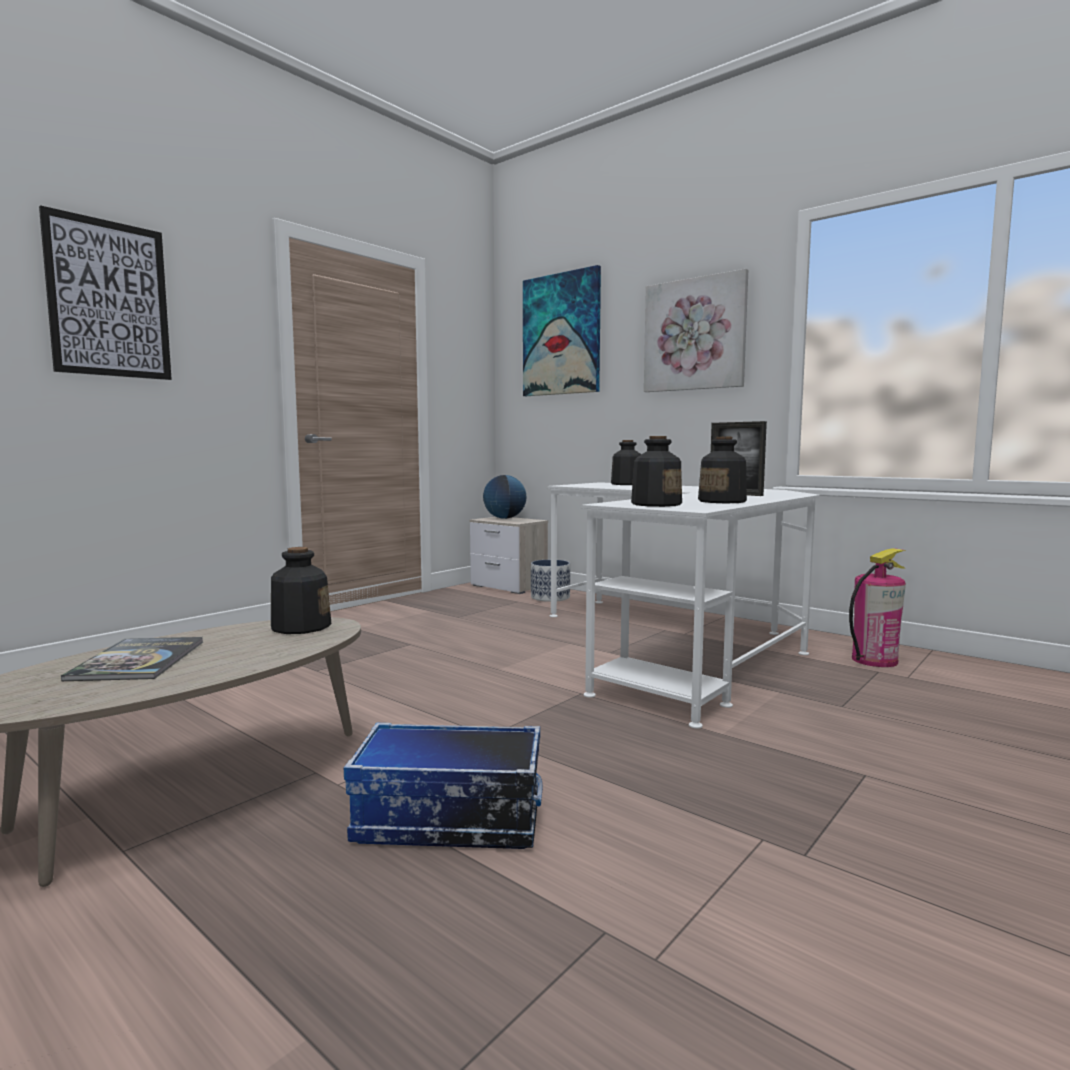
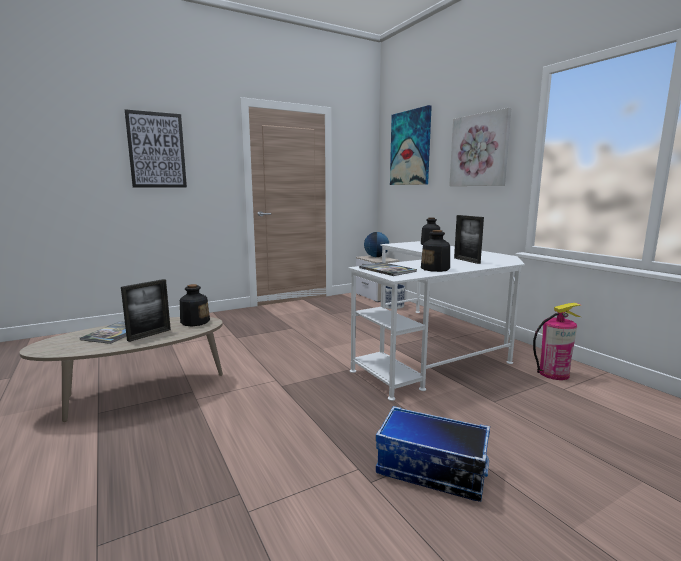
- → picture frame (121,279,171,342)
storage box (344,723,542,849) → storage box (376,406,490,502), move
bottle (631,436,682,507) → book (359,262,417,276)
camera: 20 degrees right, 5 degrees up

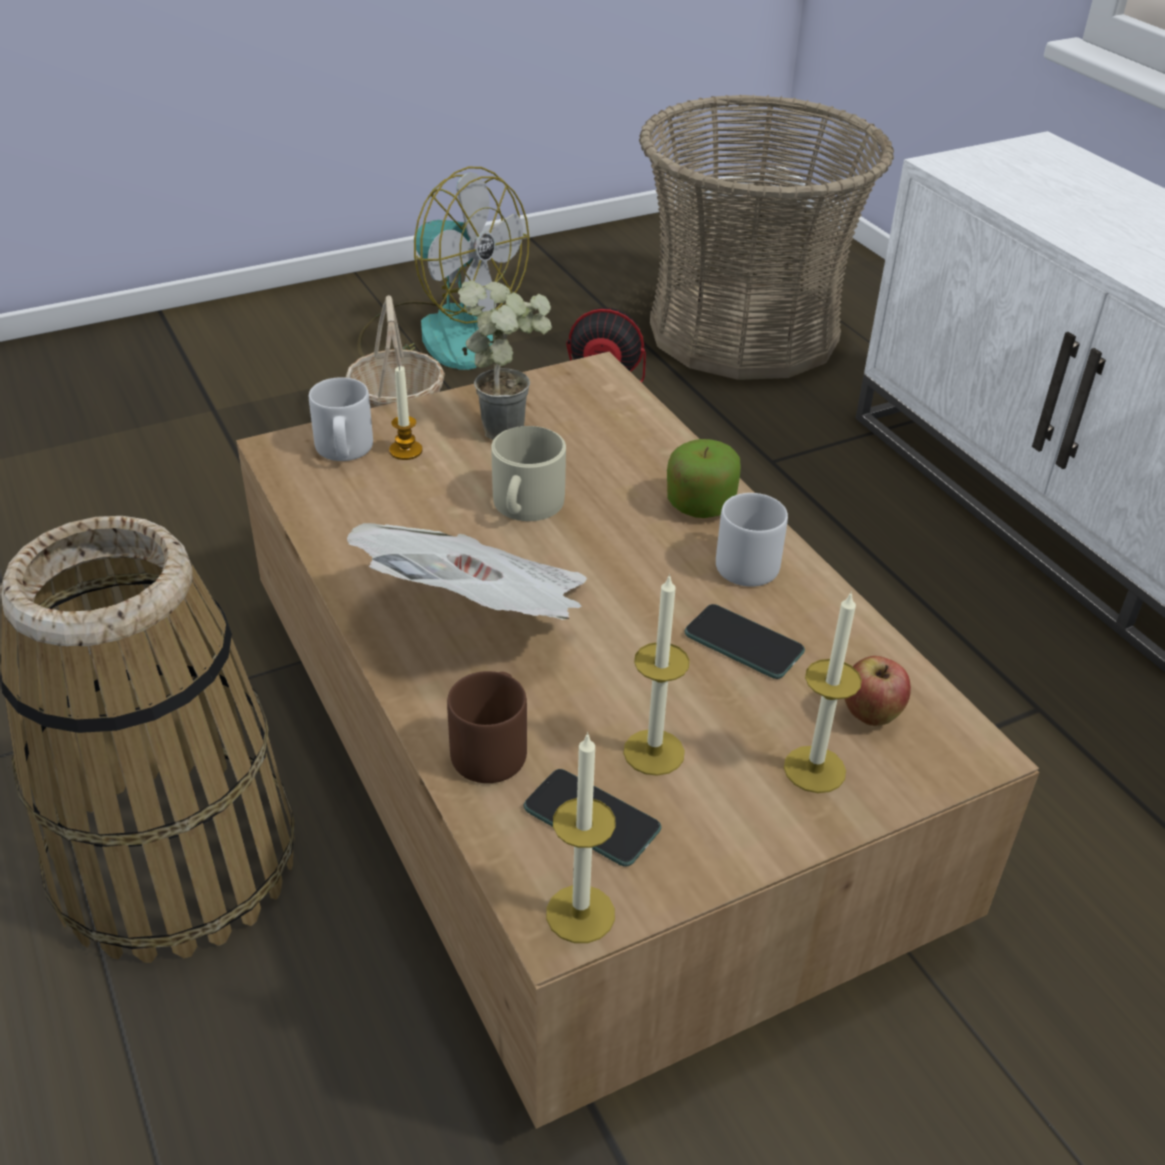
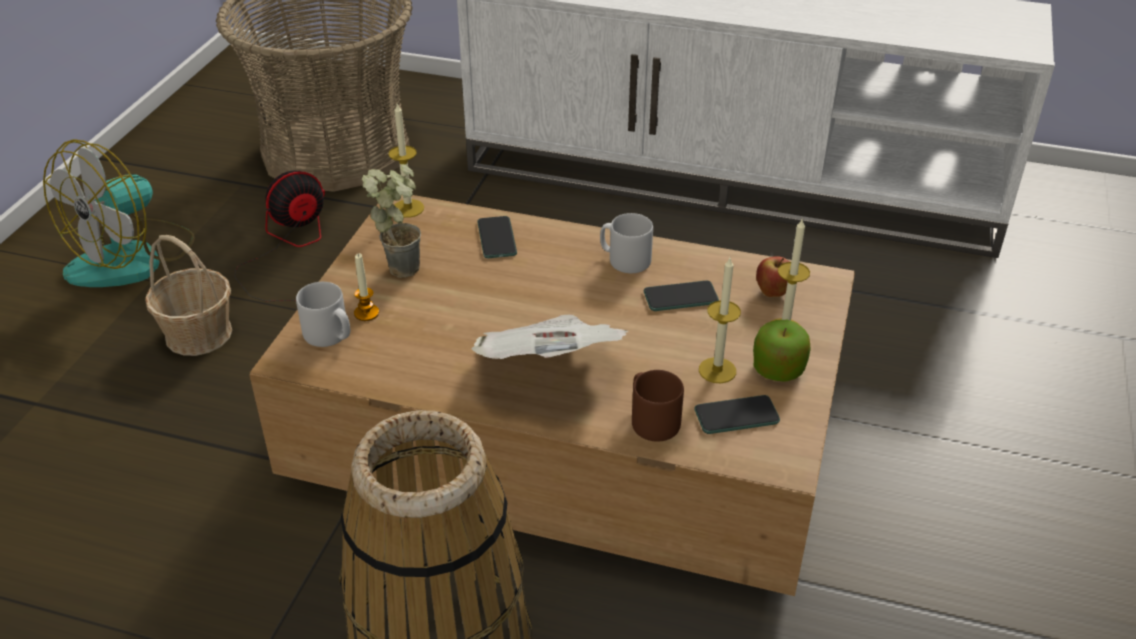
beige mug (491,426,566,521) → -
- → phone (477,216,517,258)
candle (546,732,616,943) → candle (389,103,424,218), move
apple (667,439,741,518) → apple (753,320,811,382), move
fan (357,167,529,370) → fan (43,139,195,287), 135 degrees clockwise
camera: 45 degrees left, 0 degrees up

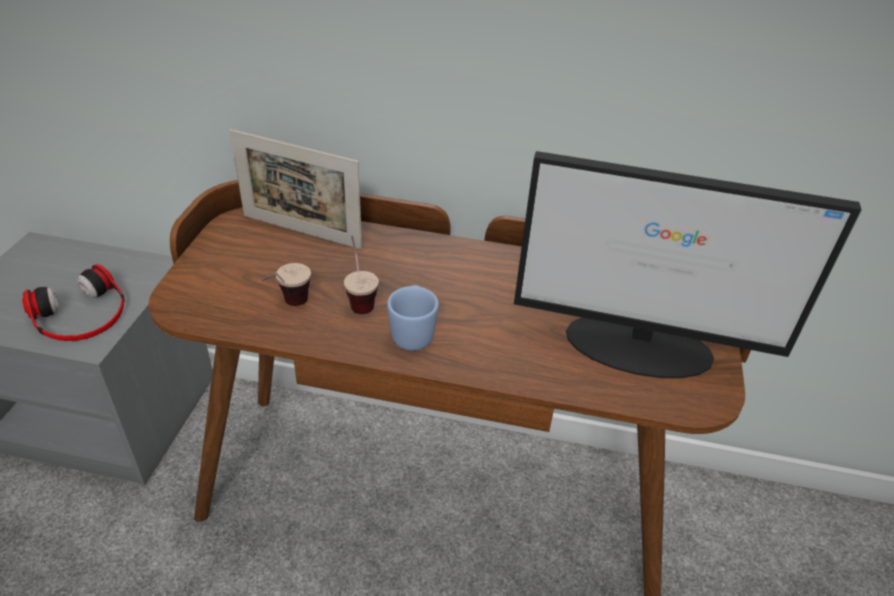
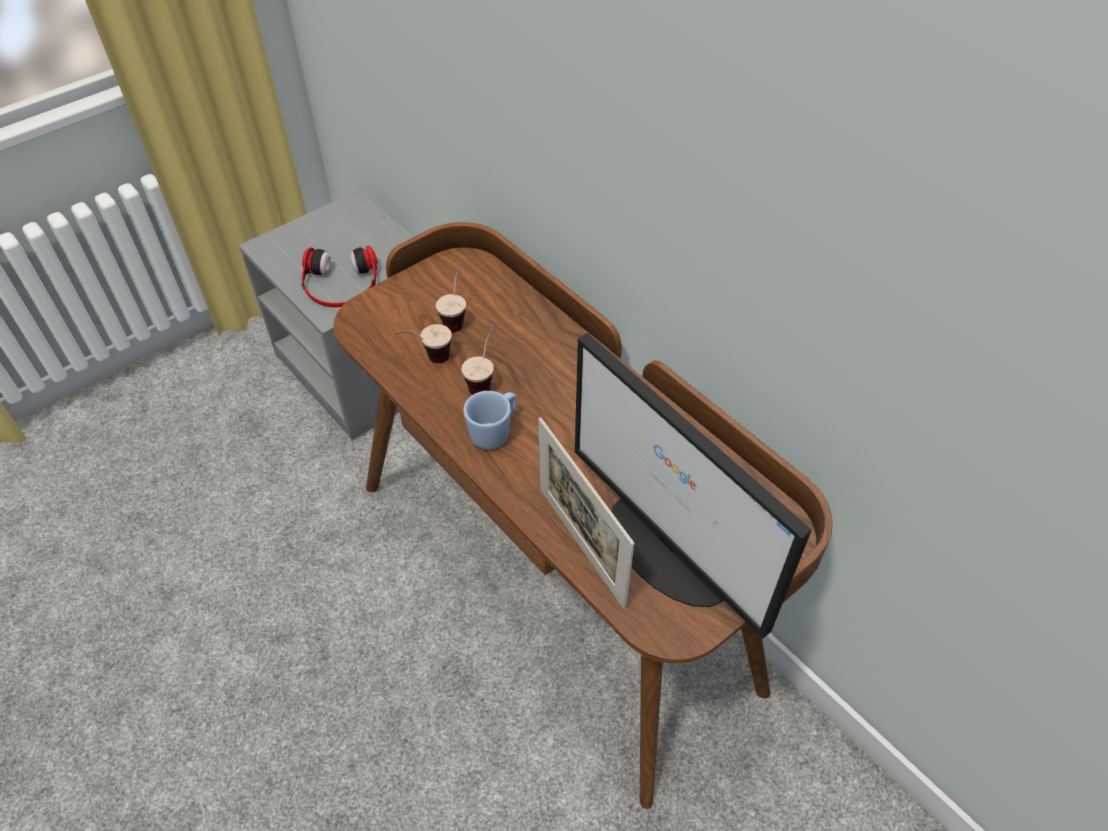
- → cup (436,262,466,332)
picture frame (230,129,362,249) → picture frame (538,418,634,609), move
camera: 40 degrees right, 10 degrees up

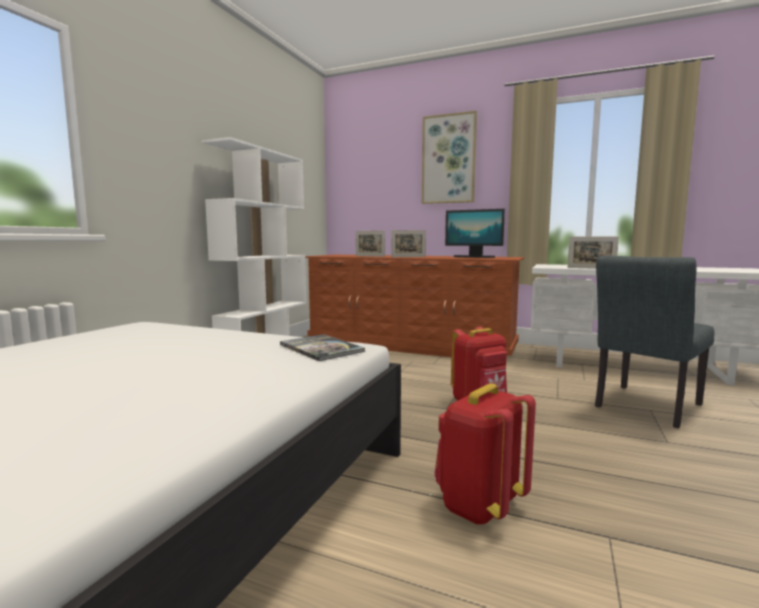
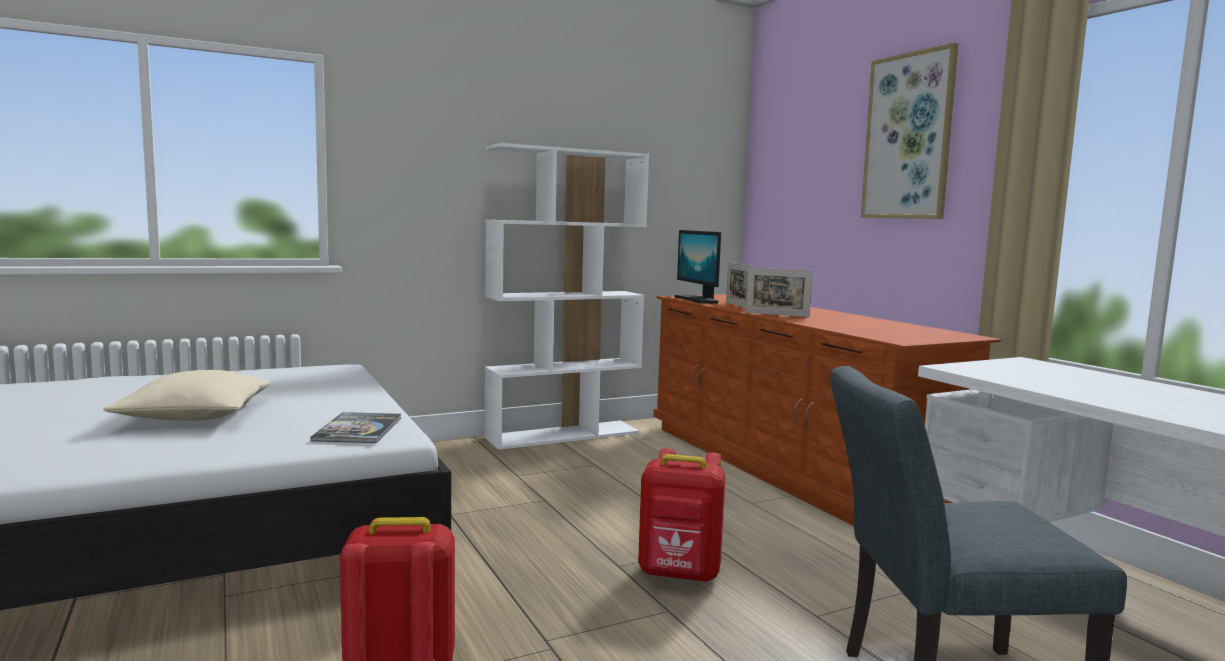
picture frame (568,236,619,269) → -
- → beige pillow (103,370,271,421)
monitor (445,209,505,258) → monitor (674,230,721,303), move
camera: 40 degrees right, 0 degrees up

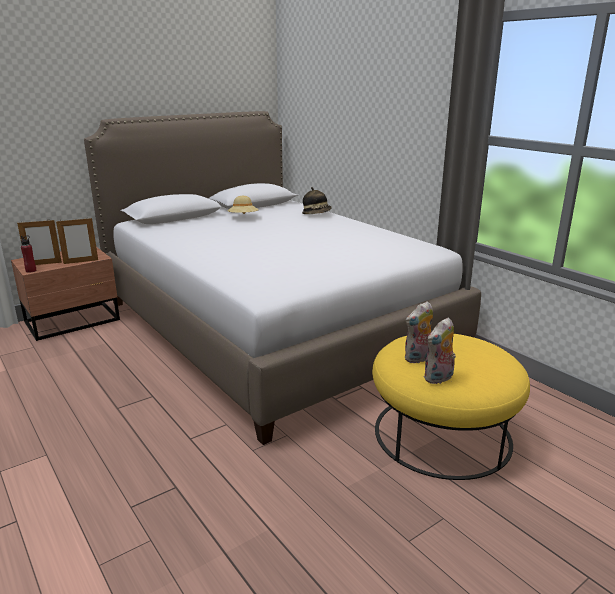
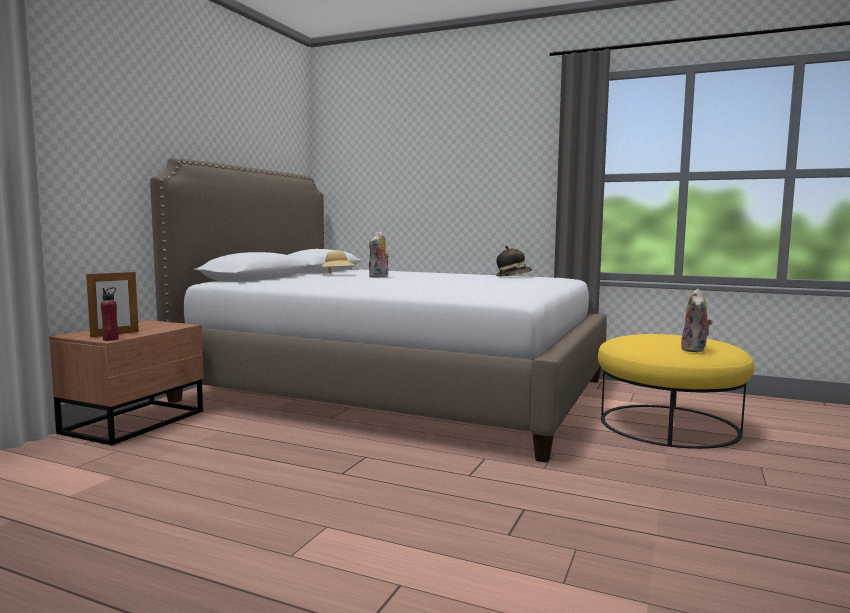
picture frame (56,218,98,264) → -
hat (302,187,332,214) → hat (496,246,532,277), move
plush toy (405,301,433,363) → plush toy (369,231,389,278), move
camera: 30 degrees left, 15 degrees down

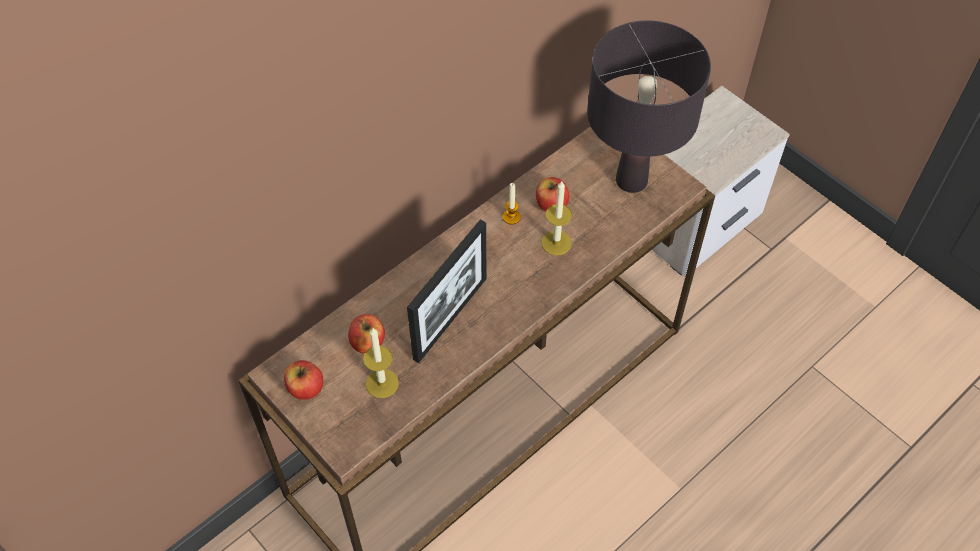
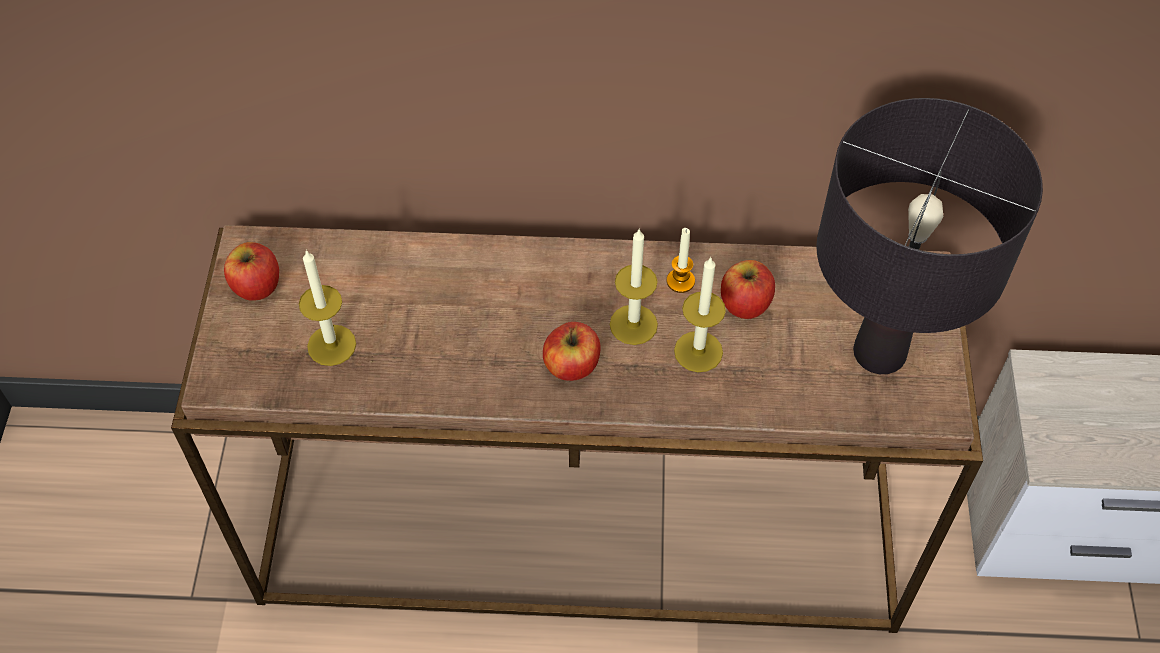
picture frame (407,220,486,363) → -
- → candle (610,228,658,345)
apple (348,314,385,354) → apple (543,322,601,381), move
camera: 45 degrees right, 0 degrees up

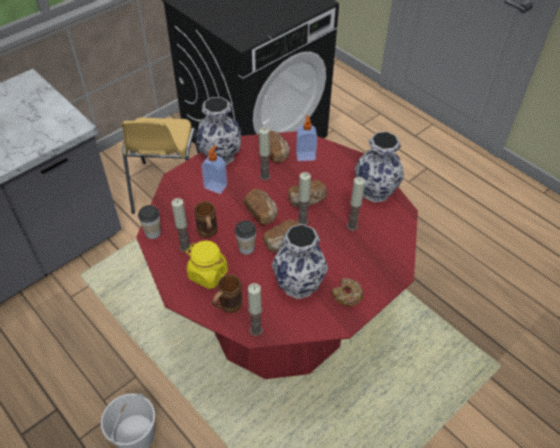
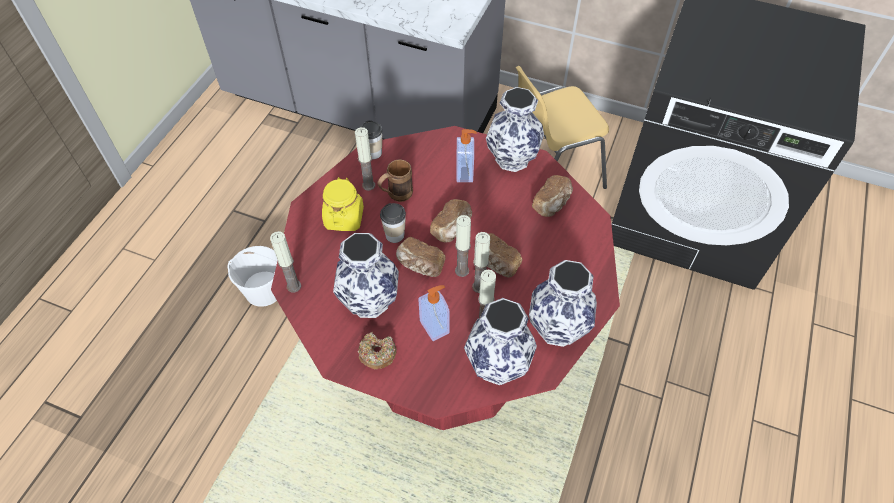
brown mug (212,275,242,313) → -
- → vase (464,298,537,385)
candle (259,127,270,180) → candle (472,232,490,293), move
soap dispenser (296,115,317,161) → soap dispenser (418,285,450,341), move
camera: 65 degrees right, 5 degrees up

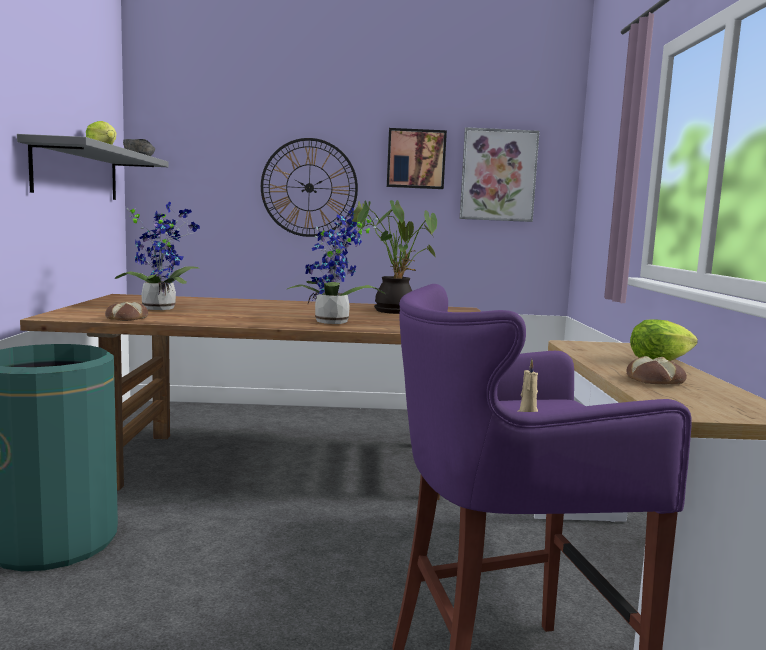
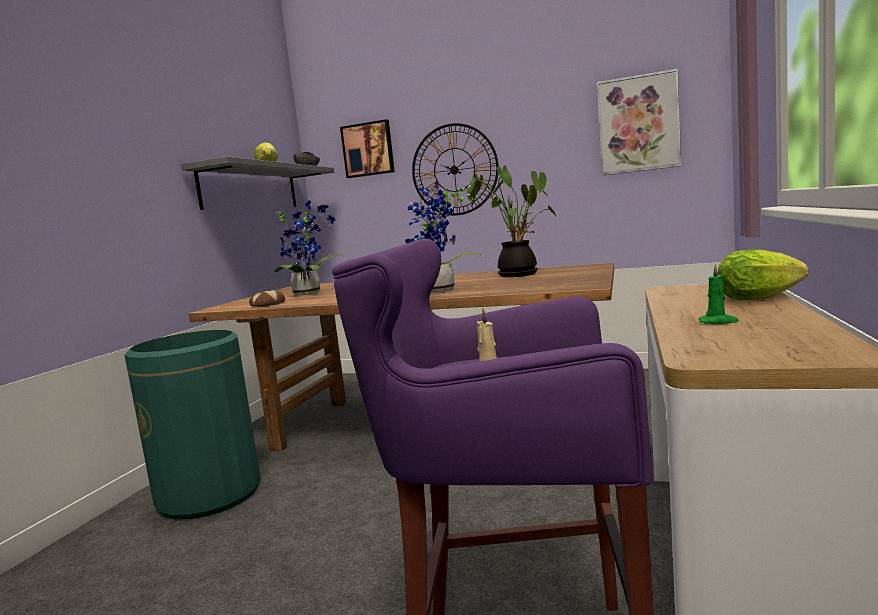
picture (387,128,447,189) → picture (340,119,395,178), move
bread (626,356,687,384) → green candle (699,264,739,324)
camera: 20 degrees right, 0 degrees up

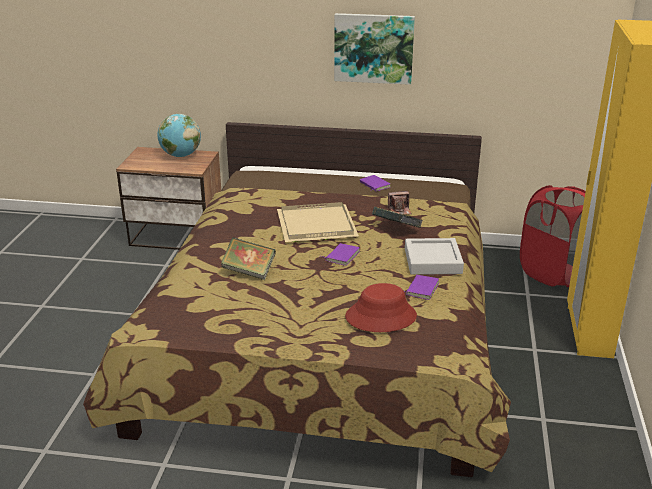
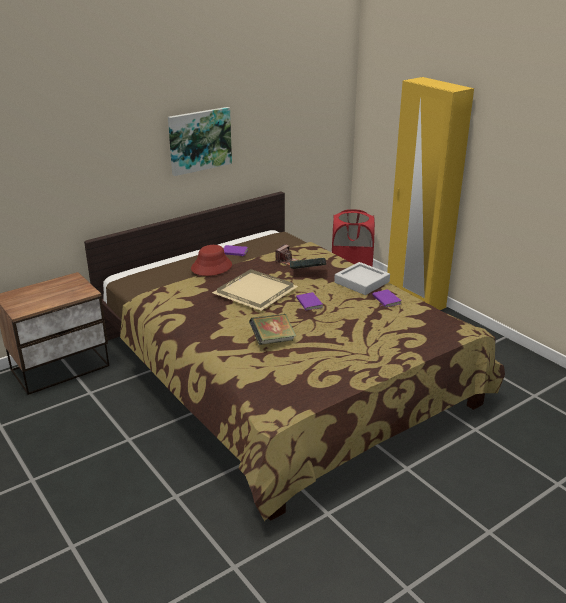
globe (158,114,201,157) → -
red hat (345,283,417,332) → red hat (191,245,232,276), move
camera: 45 degrees left, 0 degrees up

